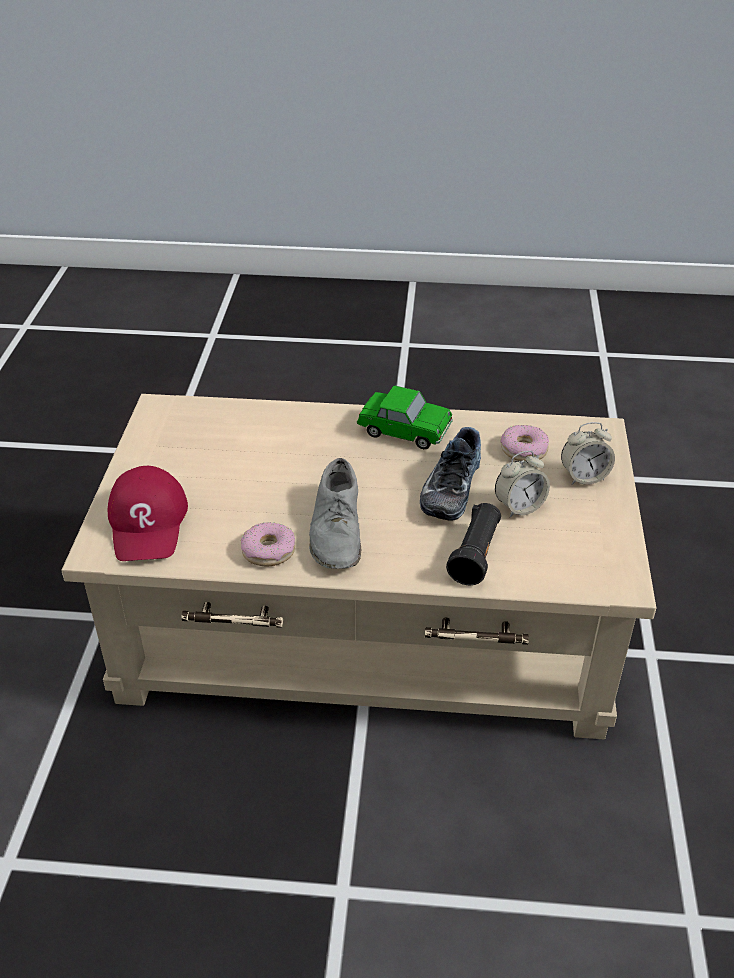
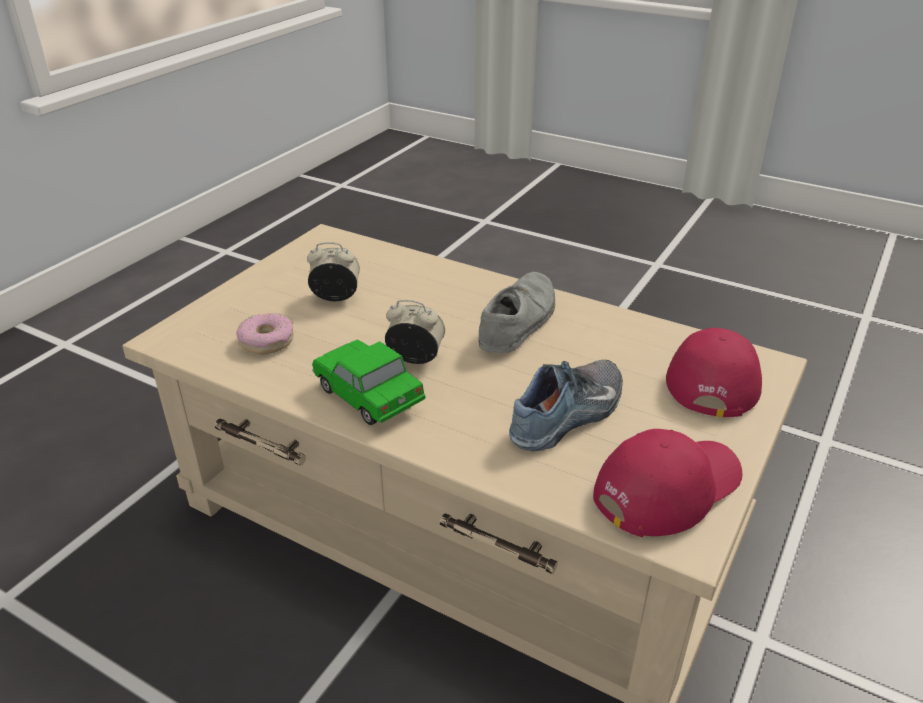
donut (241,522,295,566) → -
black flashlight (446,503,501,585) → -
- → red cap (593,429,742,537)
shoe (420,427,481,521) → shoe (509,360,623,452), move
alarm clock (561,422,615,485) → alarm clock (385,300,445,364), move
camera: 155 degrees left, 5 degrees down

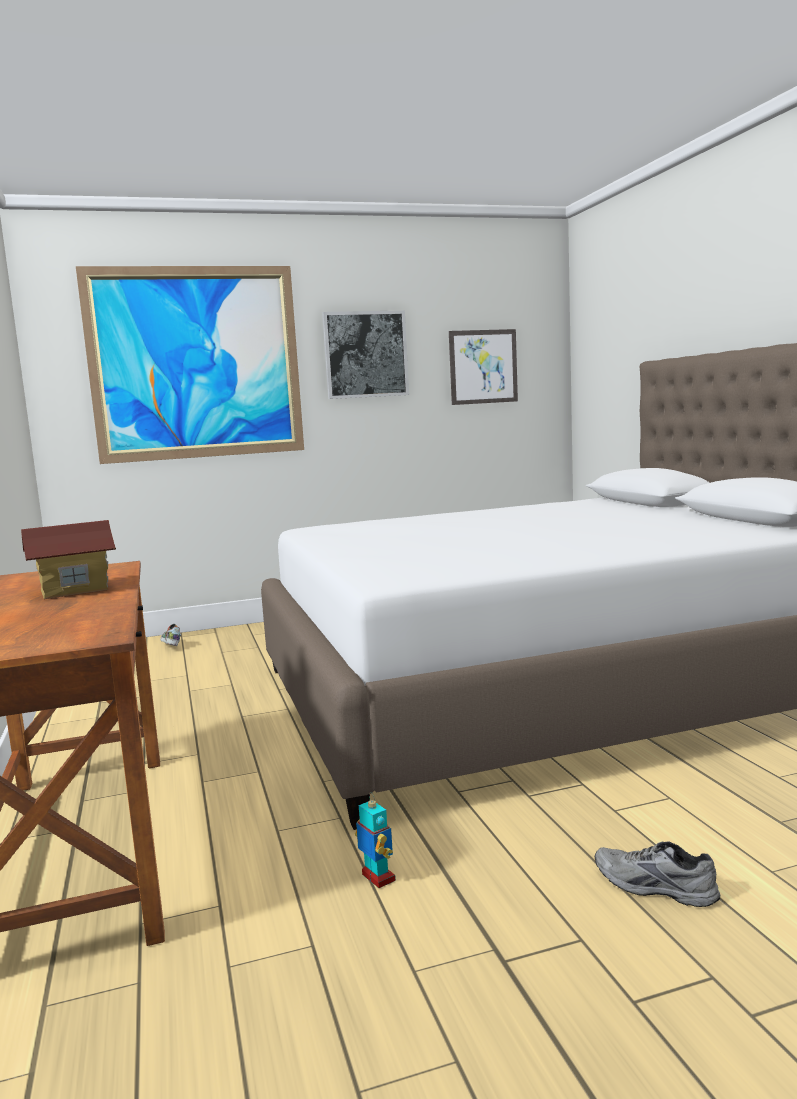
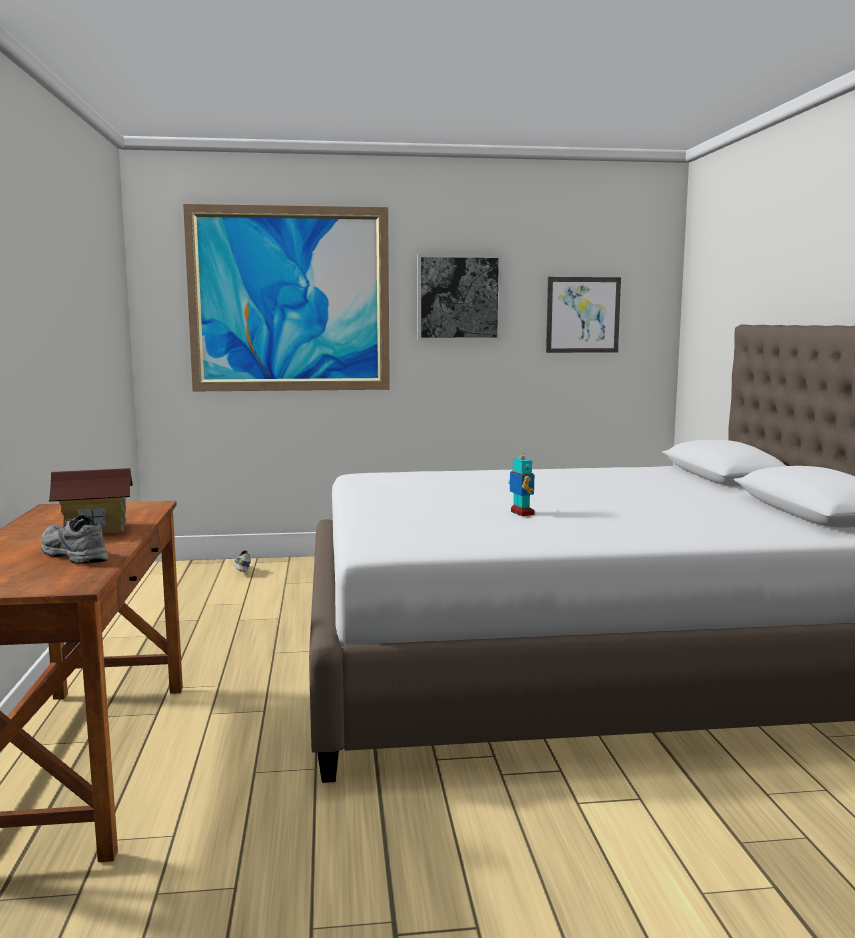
toy robot (355,792,396,888) → toy robot (508,449,535,516), move
grey shoe (595,842,720,907) → grey shoe (41,515,108,564), move
camera: 10 degrees right, 0 degrees up

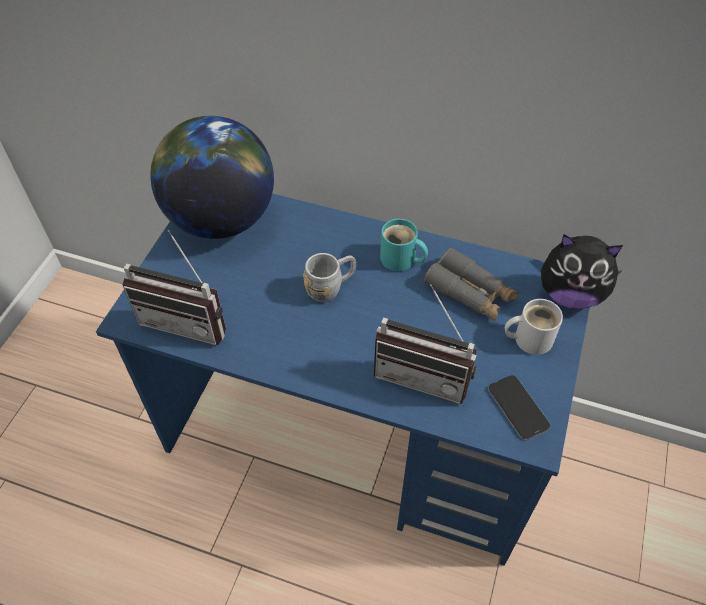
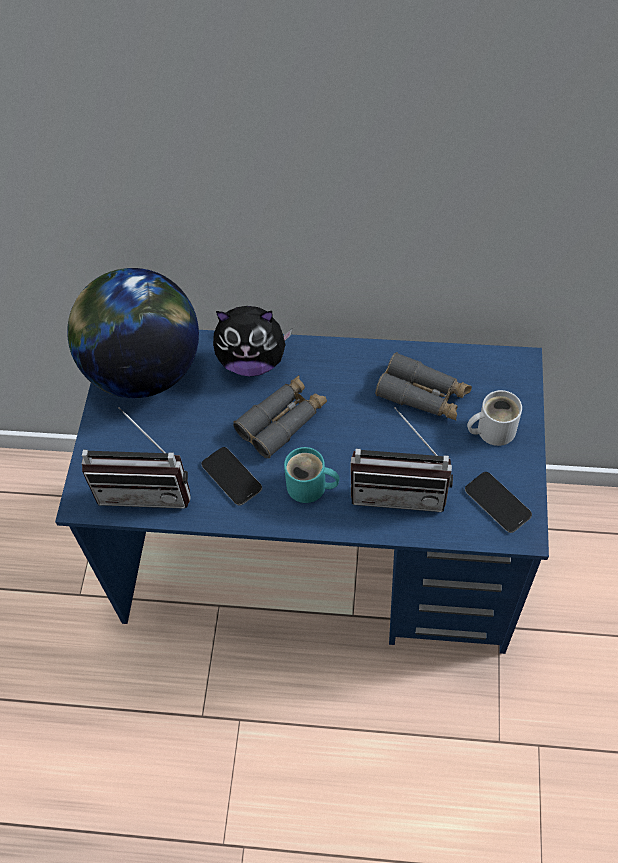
- → phone (201,447,262,506)
turquoise mug (380,219,428,271) → turquoise mug (284,447,339,503), move
plush toy (541,234,623,309) → plush toy (213,306,292,377), move
grey mug (303,253,356,302) → grey binoculars (233,375,327,458)
camera: 10 degrees left, 5 degrees up

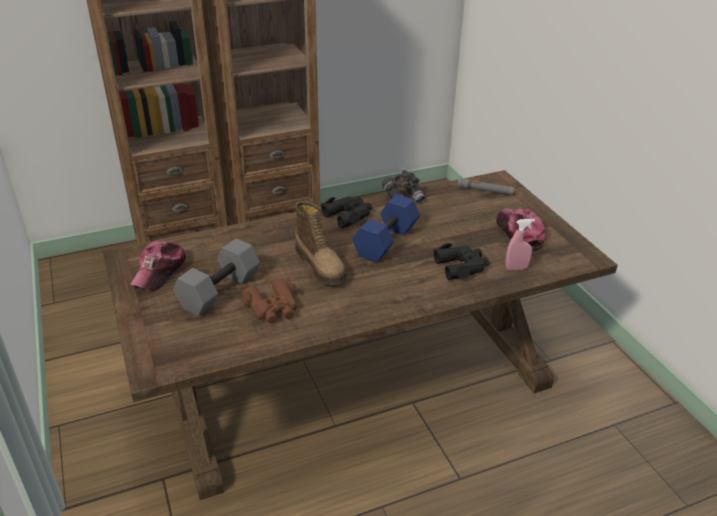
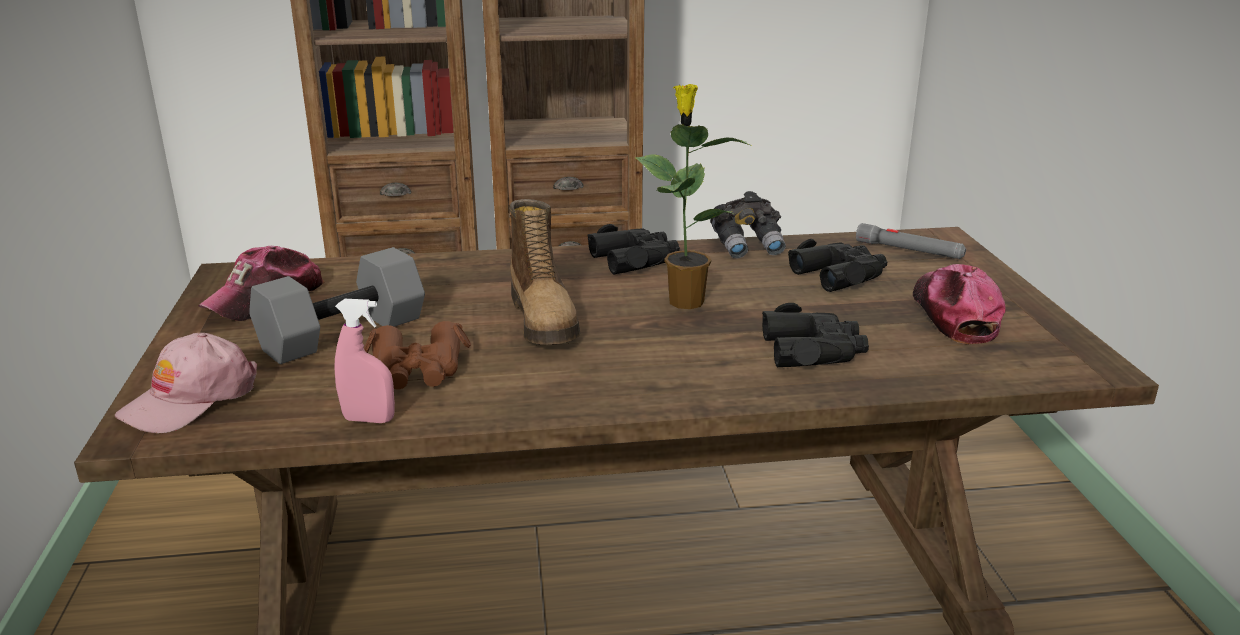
- → pink cap (115,333,257,433)
- → black binoculars (788,239,887,292)
pink spray bottle (505,219,535,270) → pink spray bottle (334,299,395,423), move
blue dumbbell (352,194,420,262) → potted plant (636,84,753,309)
camera: 15 degrees right, 10 degrees down

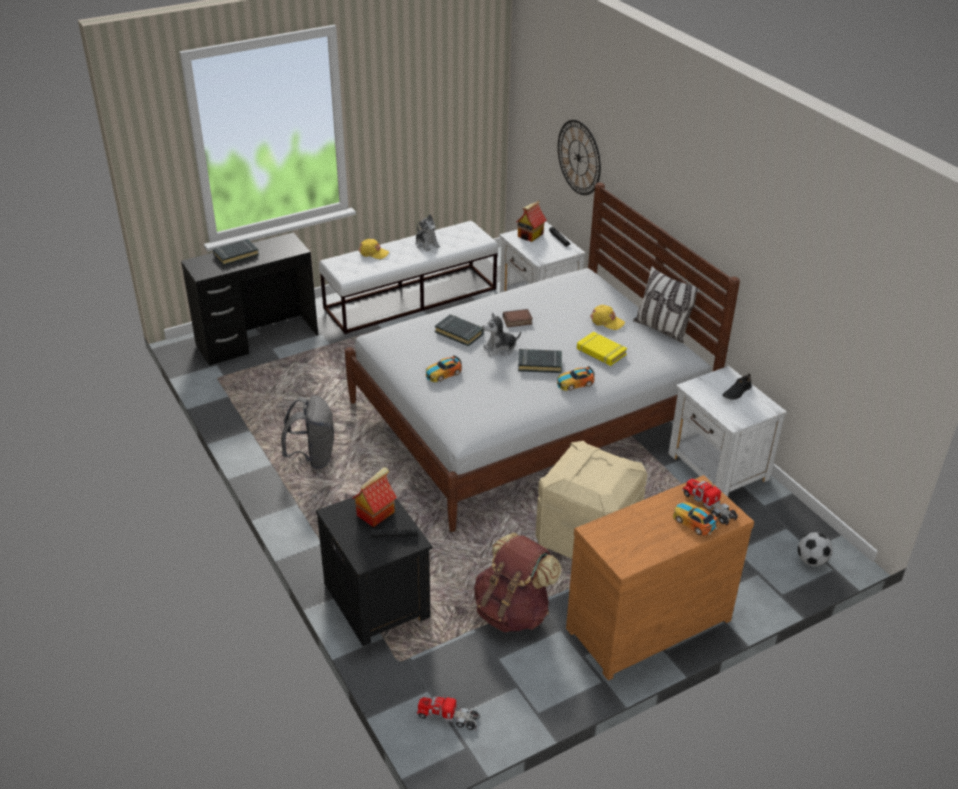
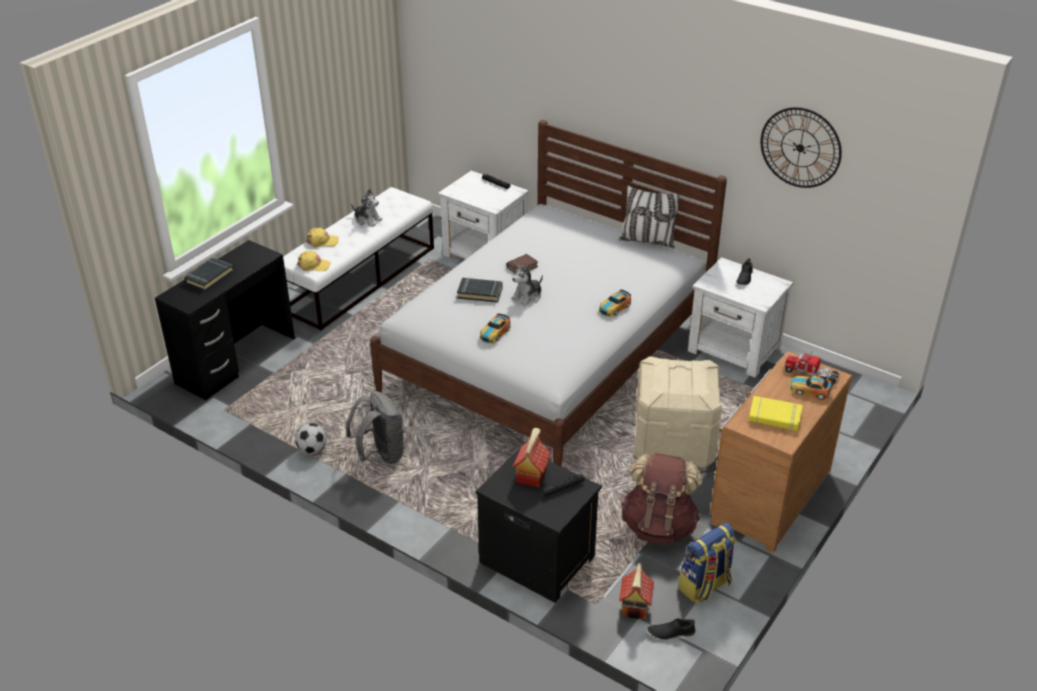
black book (518,348,562,373) → -
- → backpack (678,522,736,603)
toy house (516,201,547,242) → toy house (619,563,654,619), move
wall clock (558,120,601,195) → wall clock (761,107,842,188), move
yellow book (577,332,627,366) → yellow book (749,396,803,431), move
yellow cap (590,305,625,330) → yellow cap (297,251,331,271), move
football (798,532,833,566) → football (295,423,327,455), move
toy truck (416,693,480,730) → black shoe (648,618,695,639)
camera: 25 degrees left, 0 degrees up

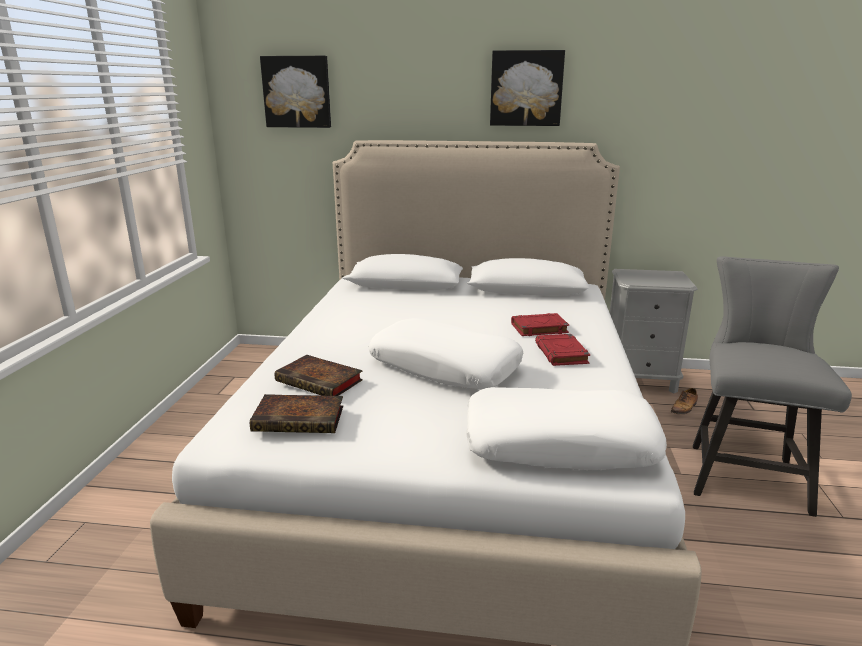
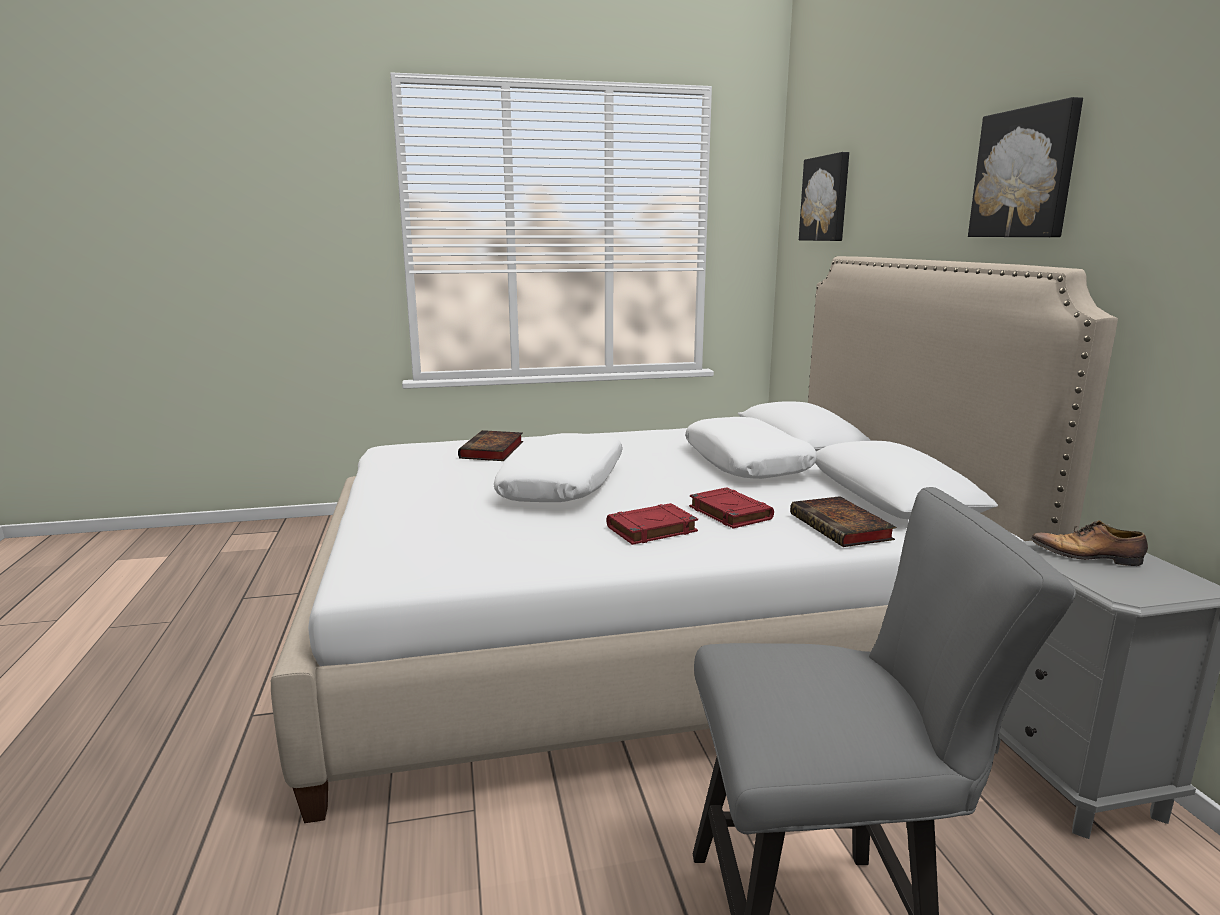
book (250,394,343,433) → book (790,496,896,547), move
white pillow (466,387,667,470) → white pillow (685,417,817,479), move
shoe (671,388,698,414) → shoe (1031,520,1148,566), move
camera: 70 degrees right, 5 degrees down

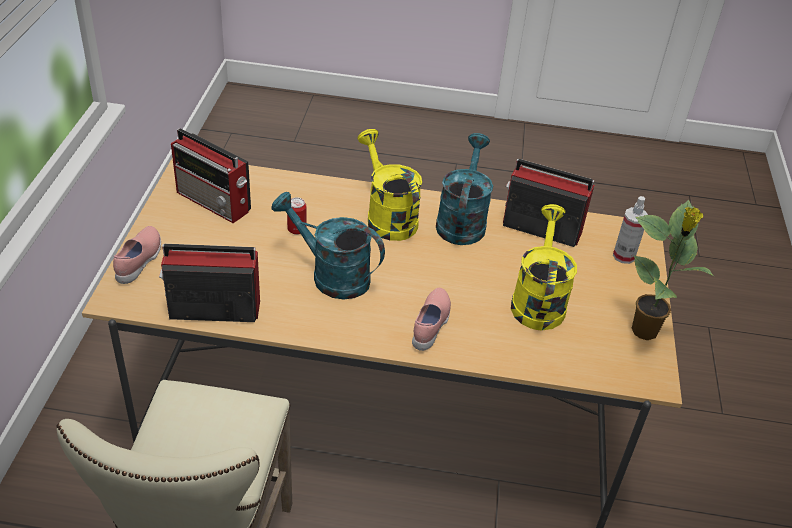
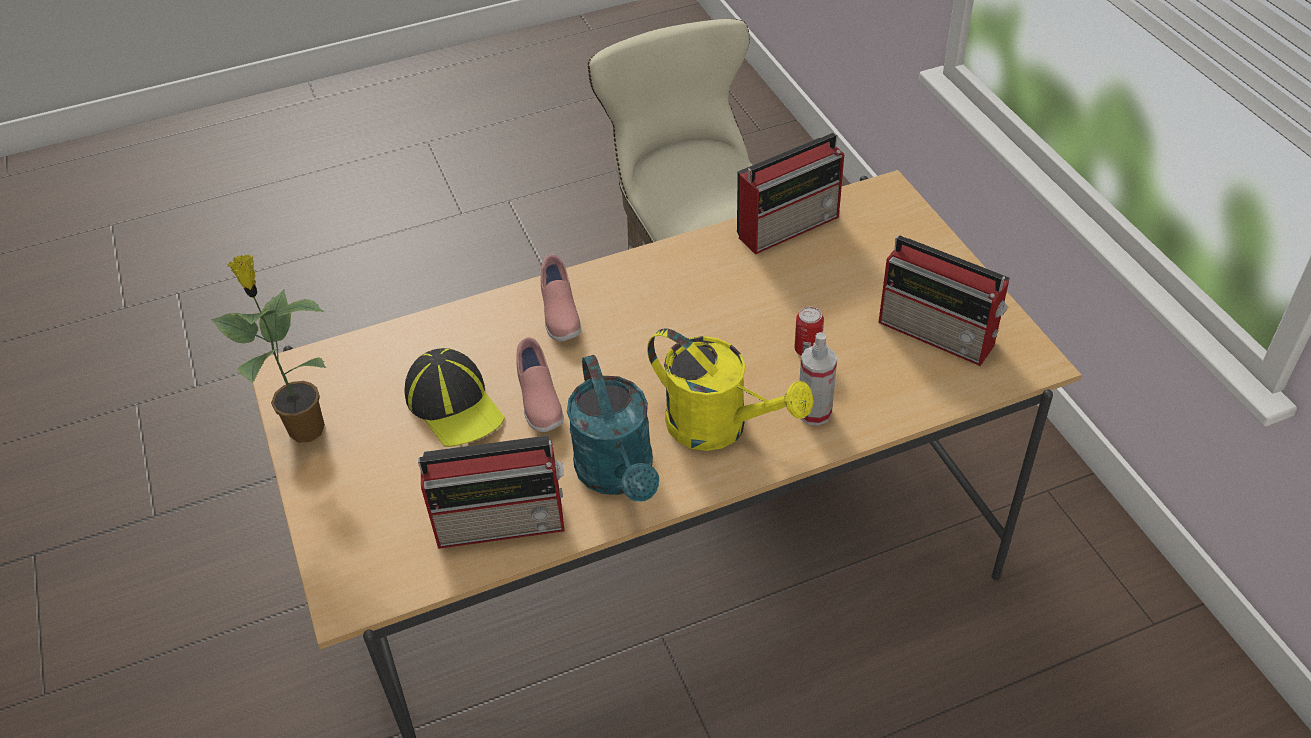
turquoise watering can (271,192,385,300) → -
pink shoe (113,226,161,284) → pink shoe (516,337,564,432), move
spray bottle (613,196,648,264) → spray bottle (799,332,837,426), move
yellow watering can (511,204,577,330) → cap (404,348,505,447)
radio (171,128,251,223) → radio (878,235,1010,366), 150 degrees counterclockwise
camera: 155 degrees right, 5 degrees up

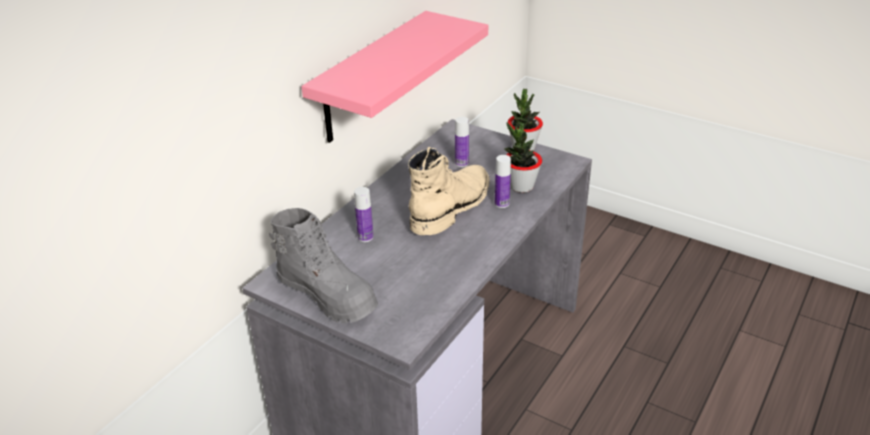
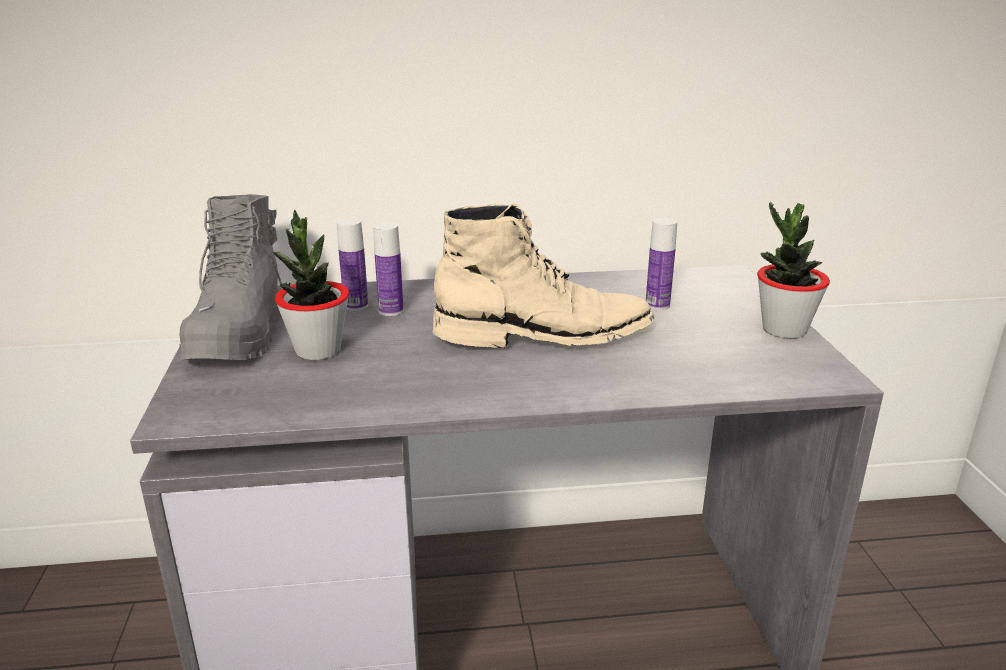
pink shelf (301,11,488,143) → -
bottle (495,155,511,208) → bottle (337,218,368,311), move
potted plant (504,122,542,193) → potted plant (273,210,349,360), move
camera: 50 degrees right, 10 degrees down

